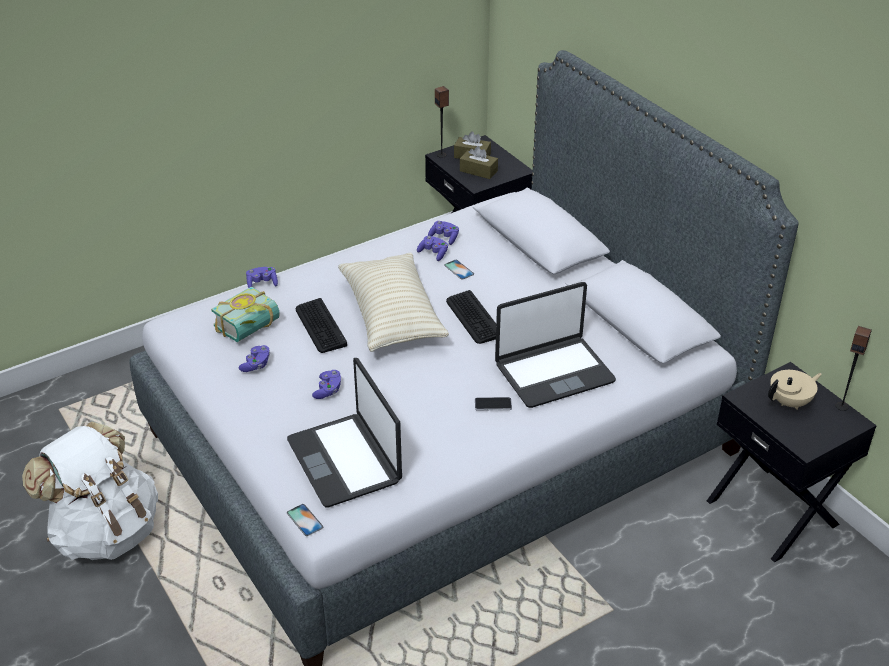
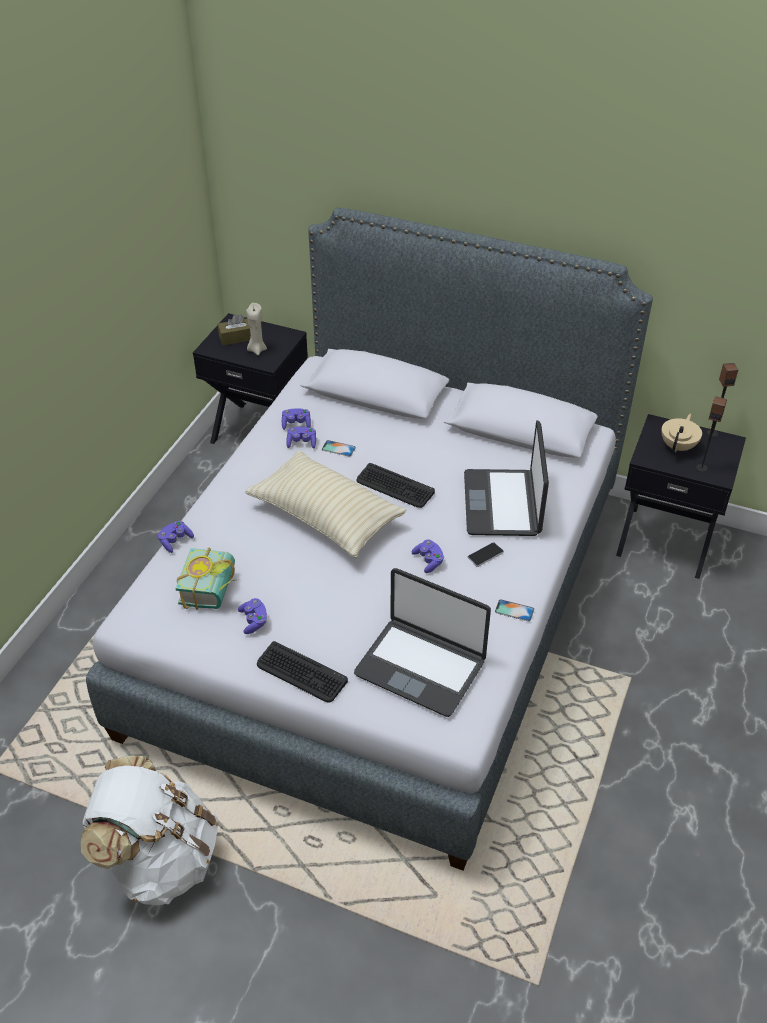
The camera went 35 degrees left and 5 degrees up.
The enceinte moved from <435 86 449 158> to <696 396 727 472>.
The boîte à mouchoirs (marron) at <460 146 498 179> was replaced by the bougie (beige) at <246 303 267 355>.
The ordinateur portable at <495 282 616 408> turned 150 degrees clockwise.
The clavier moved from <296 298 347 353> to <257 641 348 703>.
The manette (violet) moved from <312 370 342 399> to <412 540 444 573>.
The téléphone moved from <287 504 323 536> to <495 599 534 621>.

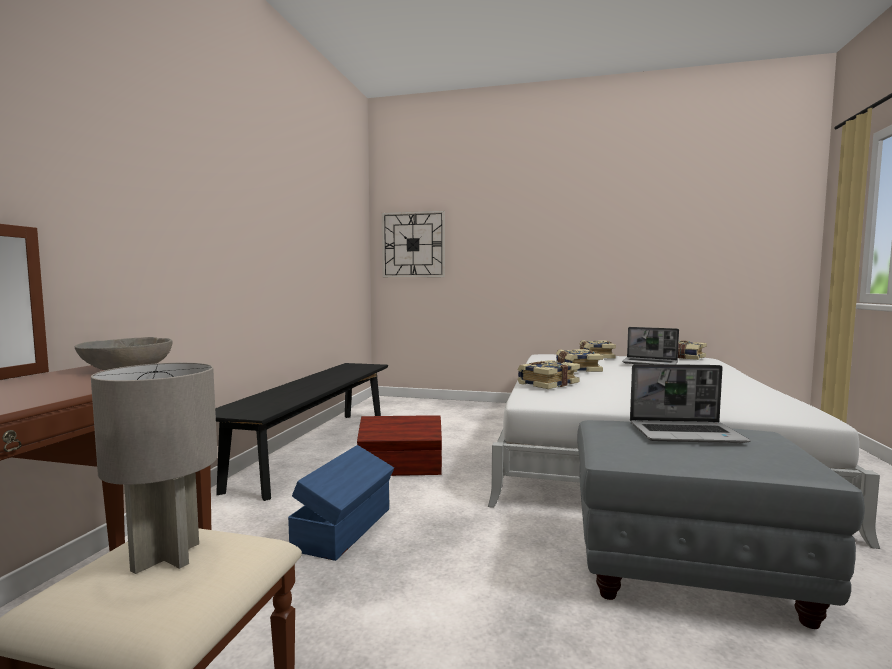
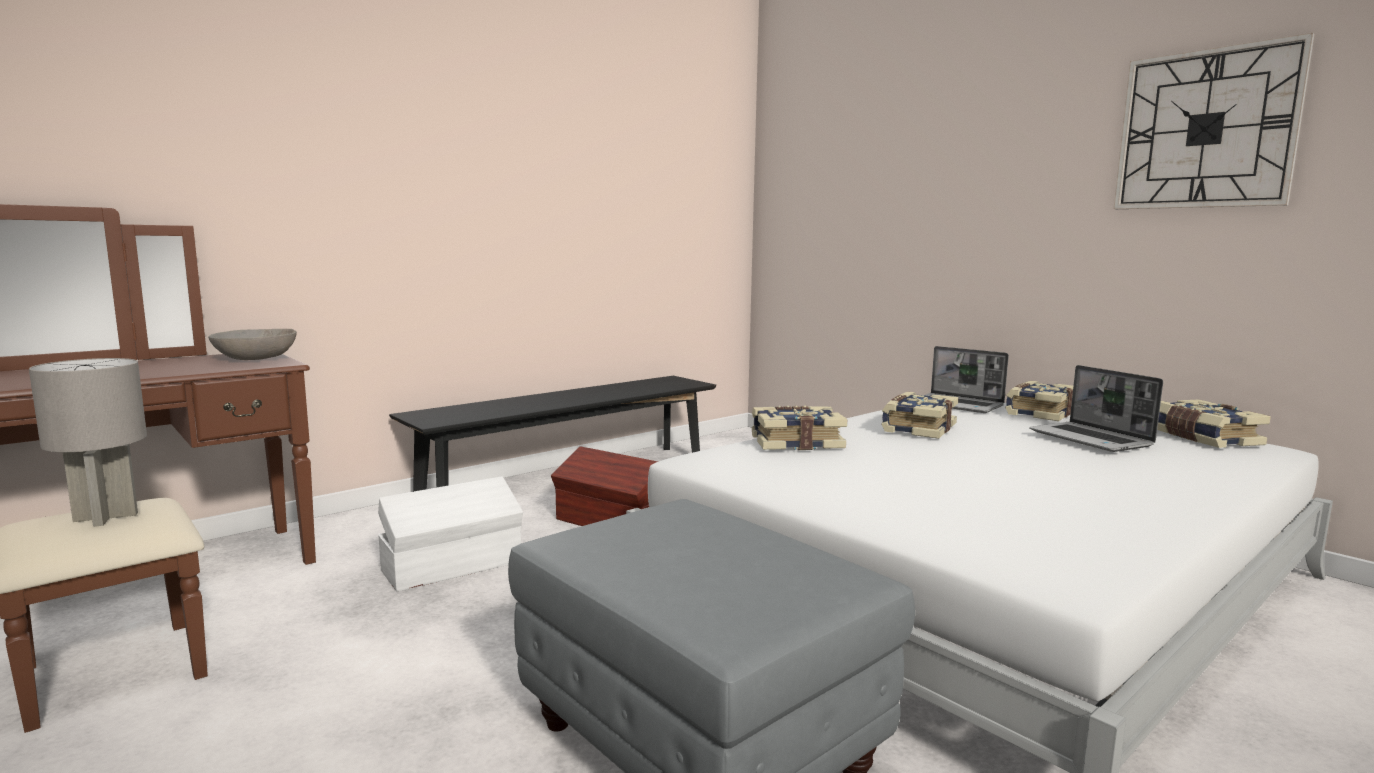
The camera went 35 degrees right and 5 degrees up.
The horloge murale moved from <382 210 445 278> to <1114 33 1315 209>.
The ordinateur portable moved from <630 364 751 443> to <925 346 1009 413>.
The boîte de rangement (bleu) at <288 445 394 561> became the boîte de rangement (blanc) at <378 477 523 592>.

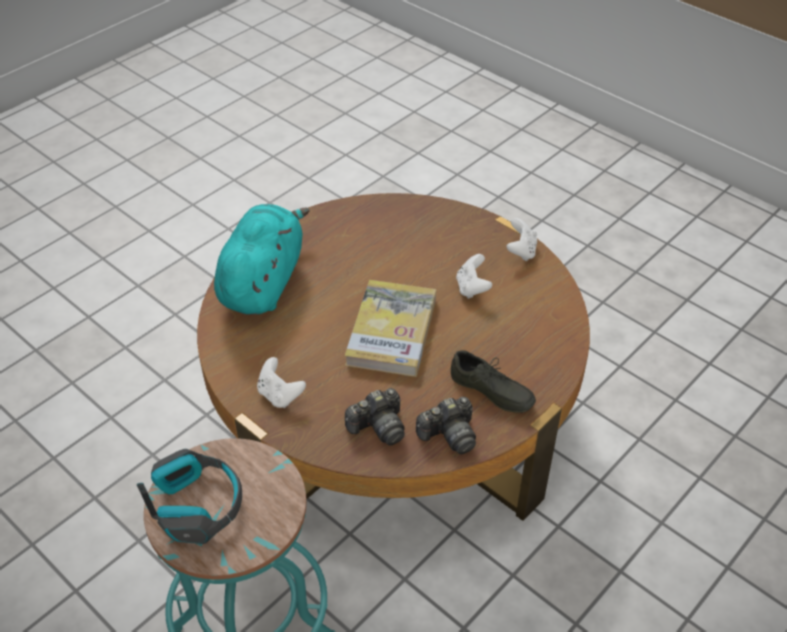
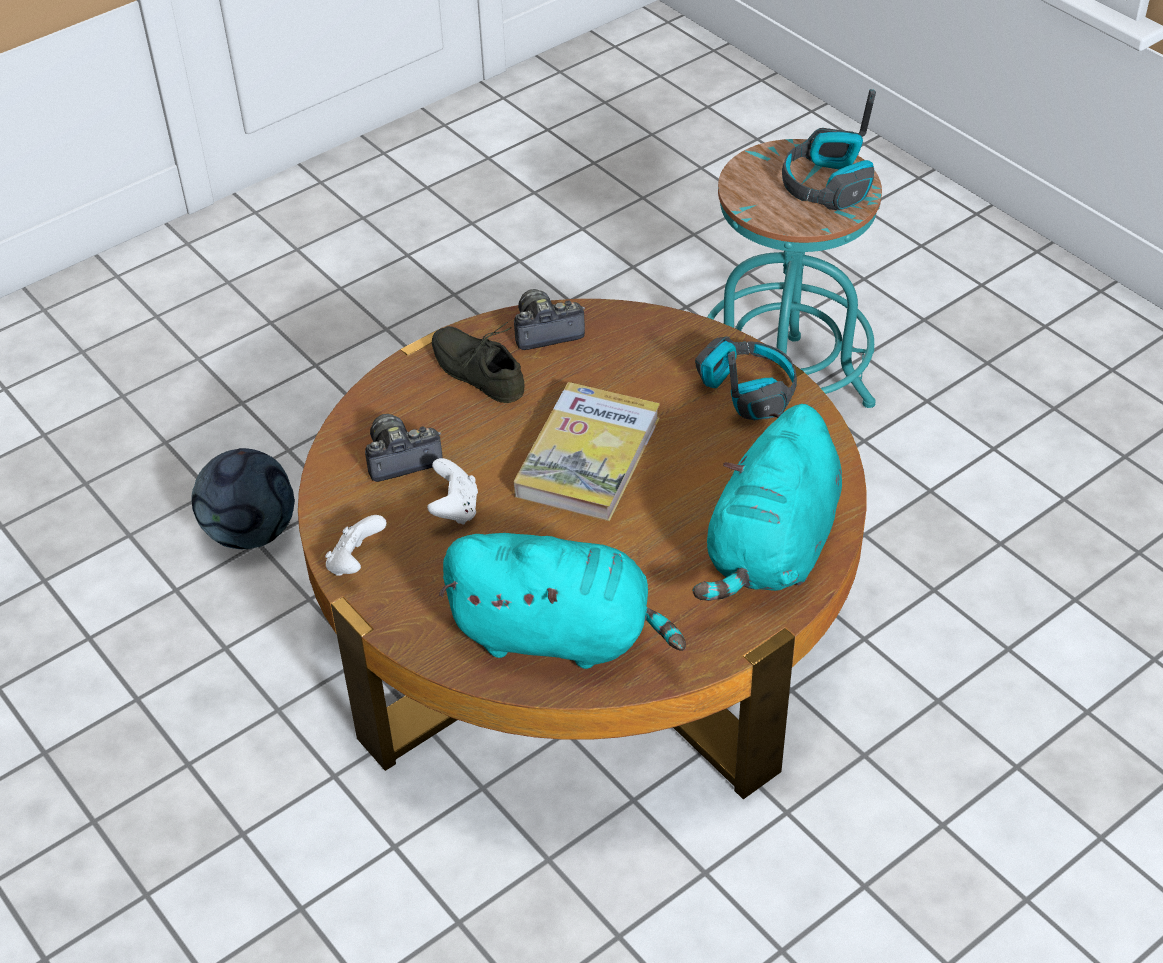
The camera went 170 degrees left and 0 degrees up.
The manette (blanc) at <257 357 306 408> was replaced by the casque audio at <695 337 797 420>.
The appareil photo moved from <345 388 405 445> to <365 414 443 482>.
The ballon de foot at <191 448 295 549> appeared.
The peluche (turquoise) at <439 533 686 669> appeared.

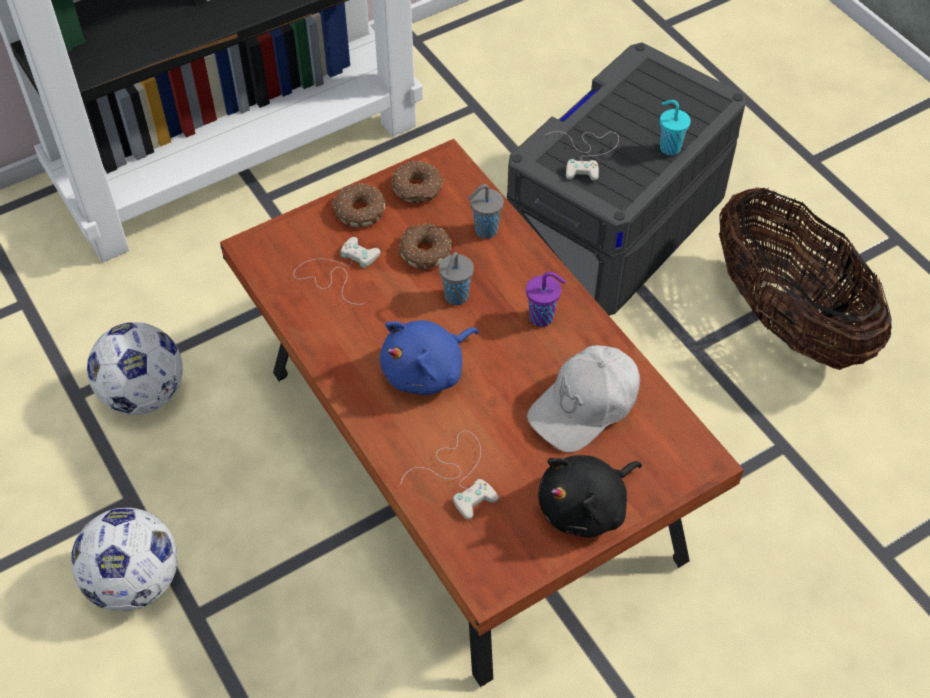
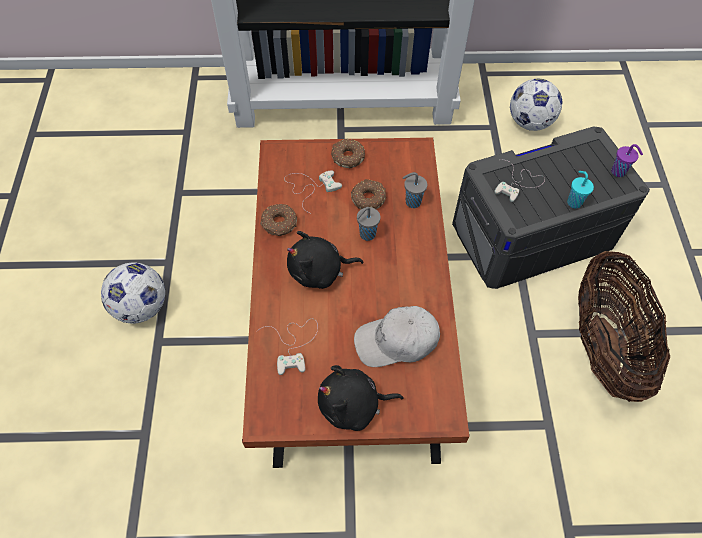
The camera went 30 degrees right and 5 degrees up.
The beignet moved from <391 160 443 203> to <260 204 297 236>.
The tasse (violet) moved from <526 272 566 327> to <611 144 643 177>.
The peluche (bleu) at <380 320 479 395> became the peluche (noir) at <287 231 364 289>.
The ballon de foot moved from <87 322 183 415> to <510 78 562 131>.

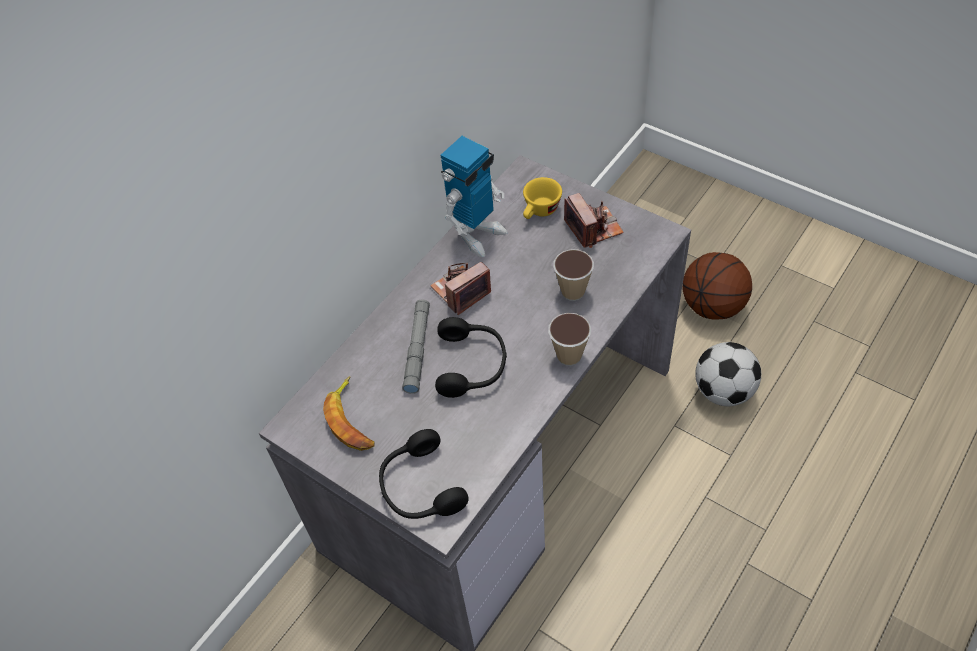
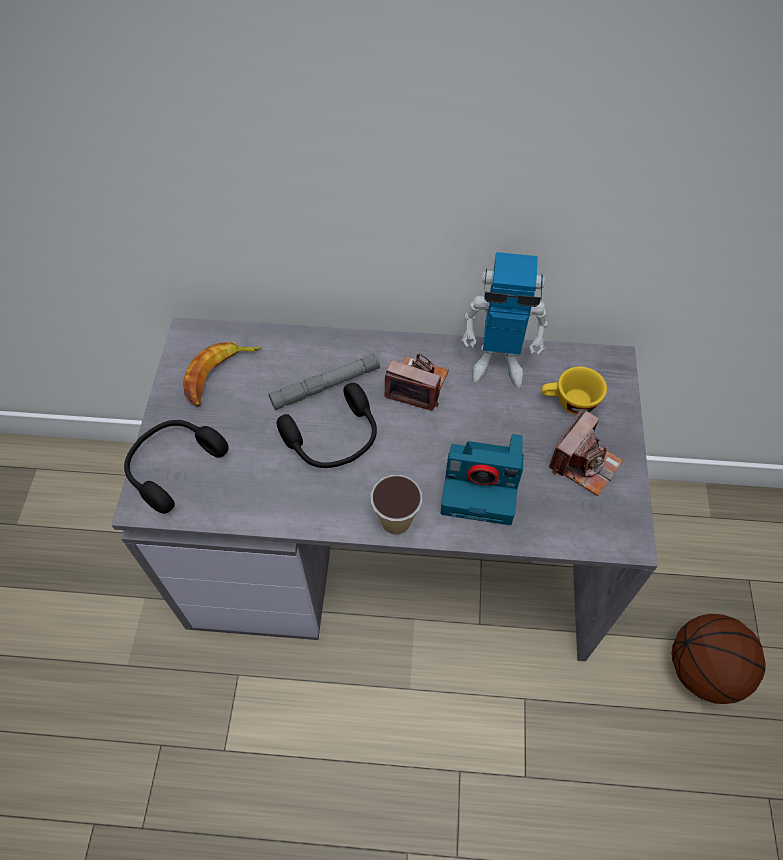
The camera went 55 degrees right and 5 degrees up.
The tasse at <553 249 594 301> was replaced by the appareil photo at <441 434 524 525>.
The ballon de foot at <695 342 761 406> disappeared.

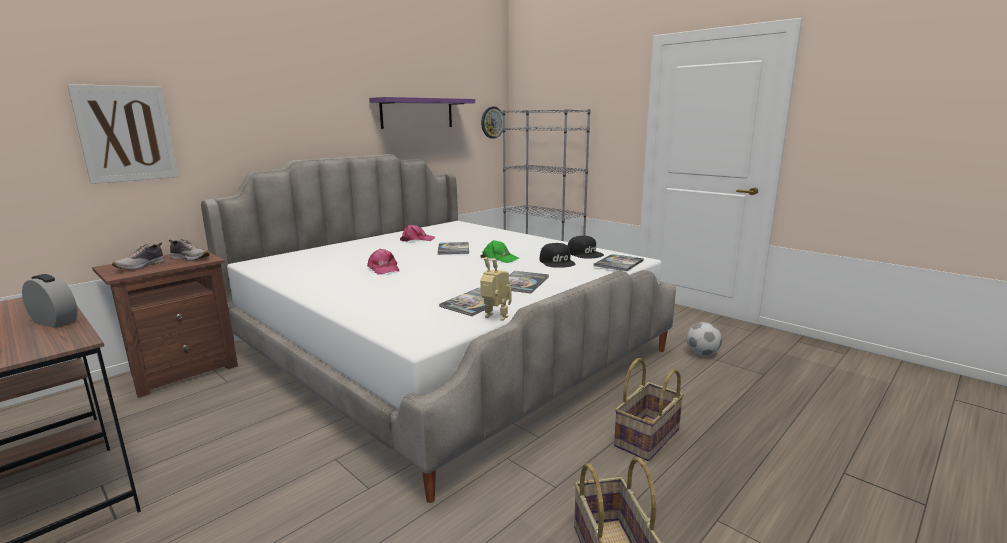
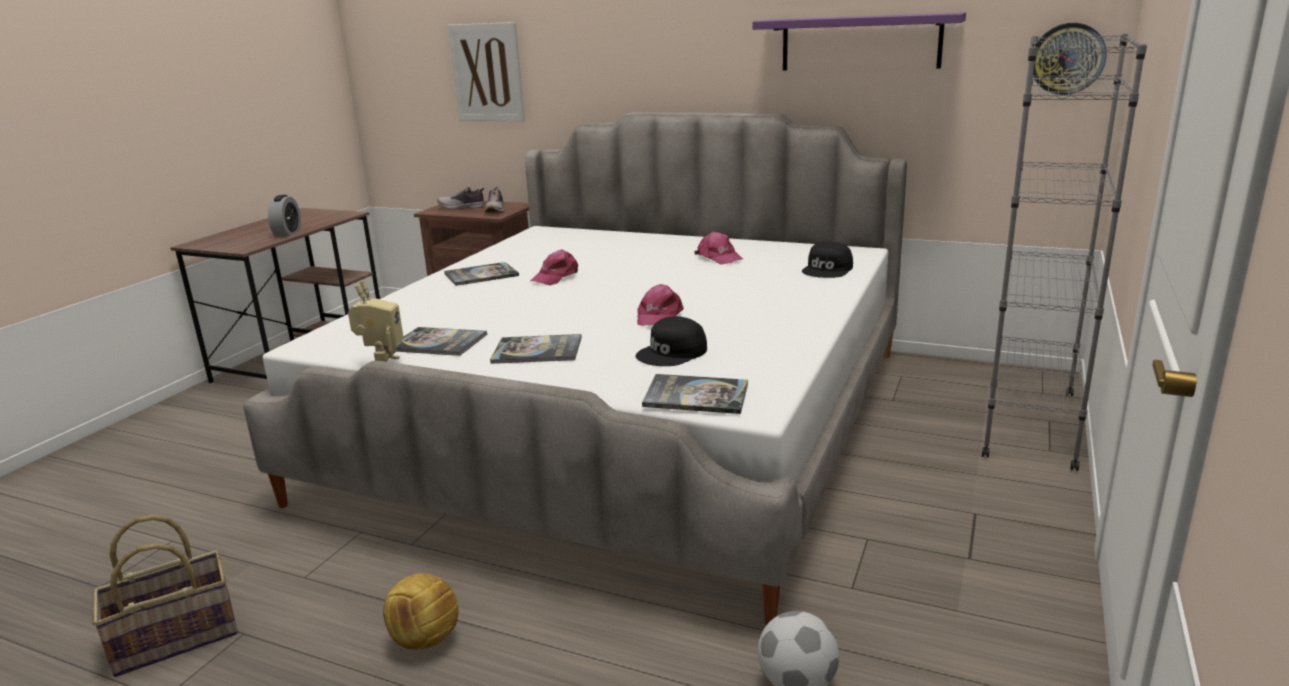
The camera went 70 degrees right and 5 degrees up.
The casquette (noir) moved from <567 236 604 258> to <802 242 853 278>.
The casquette (vert) at <480 240 519 263> became the casquette (rose) at <637 284 684 326>.
The livre moved from <438 242 469 255> to <444 262 519 286>.
The panier at <614 358 684 461> was replaced by the ballon de foot at <383 573 459 650>.

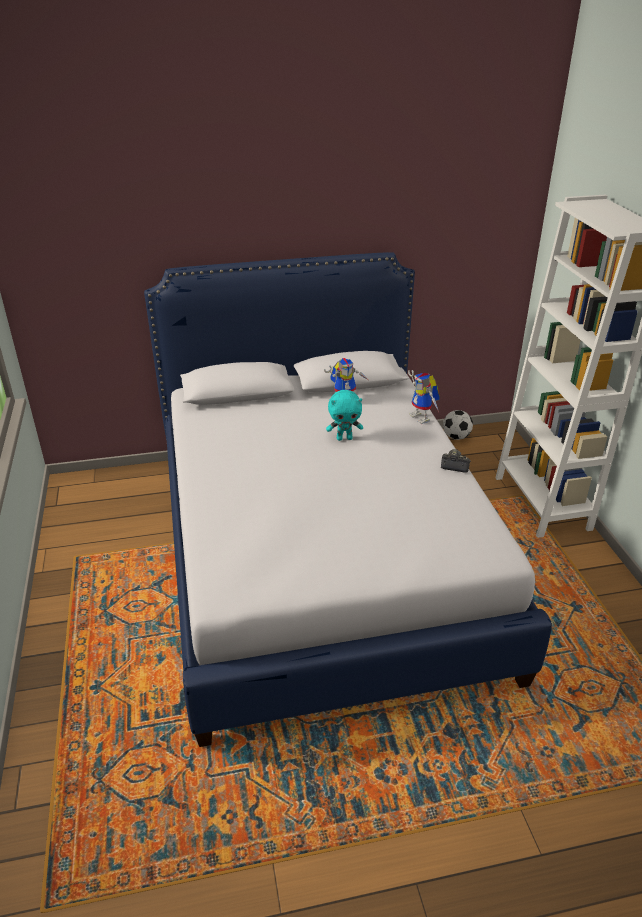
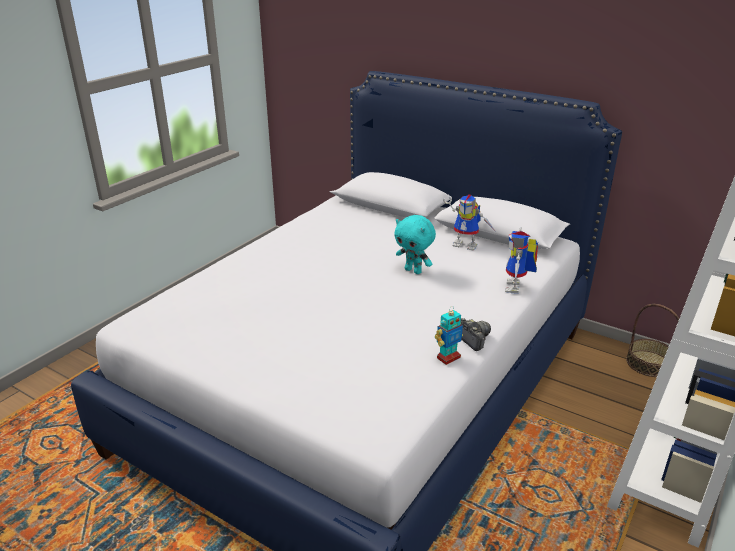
The camera went 45 degrees right and 5 degrees down.
The ballon de foot at <443 410 473 440> was replaced by the panier at <626 304 679 377>.
The robot jouet at <435 306 463 365> appeared.

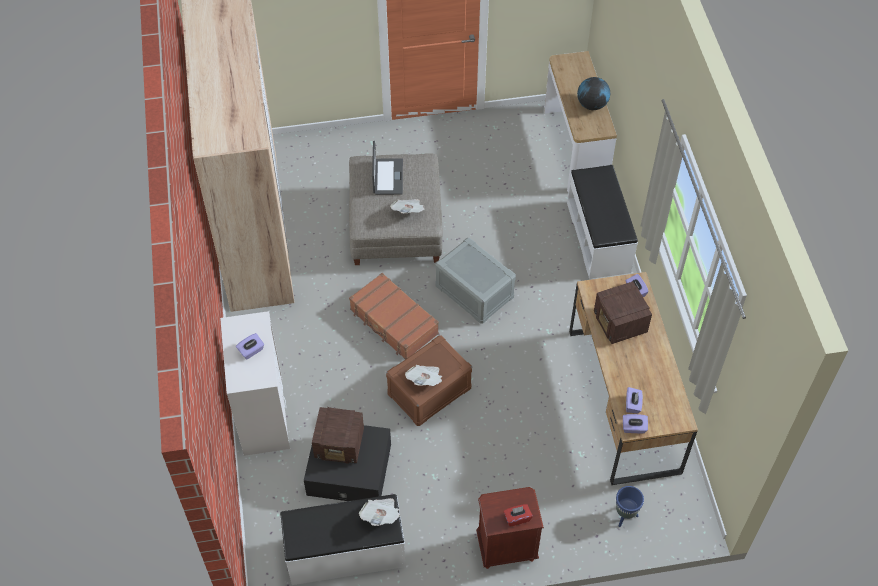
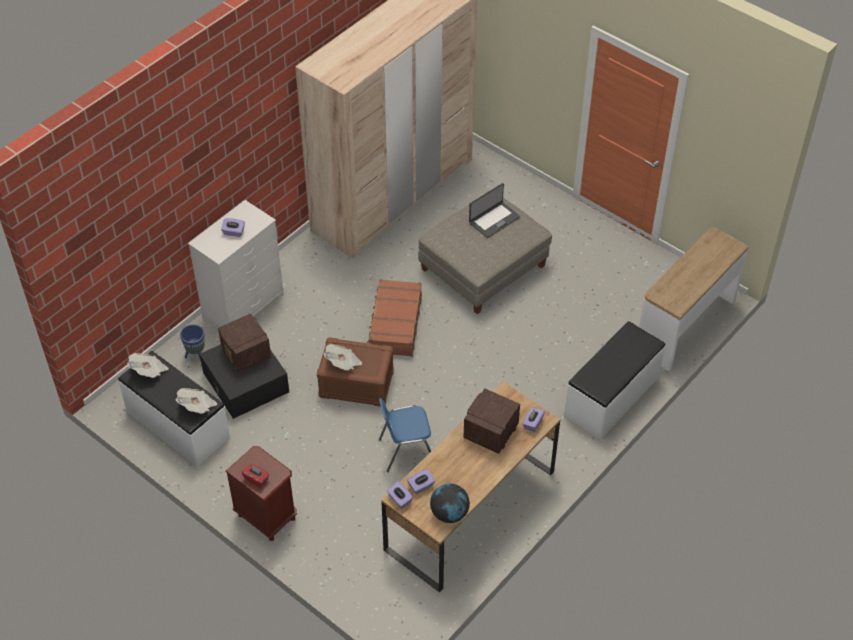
The camera went 50 degrees right and 5 degrees down.
The globe moved from <577 77 610 110> to <430 483 470 523>.
The journal moved from <390 199 425 213> to <127 353 169 378>.
The boîte de rangement (gris) at <435 238 516 324> disappeared.
The cache-pot (bleu) moved from <616 486 644 527> to <180 324 205 361>.
The chaise (bleu) at <379 398 431 472> appeared.

